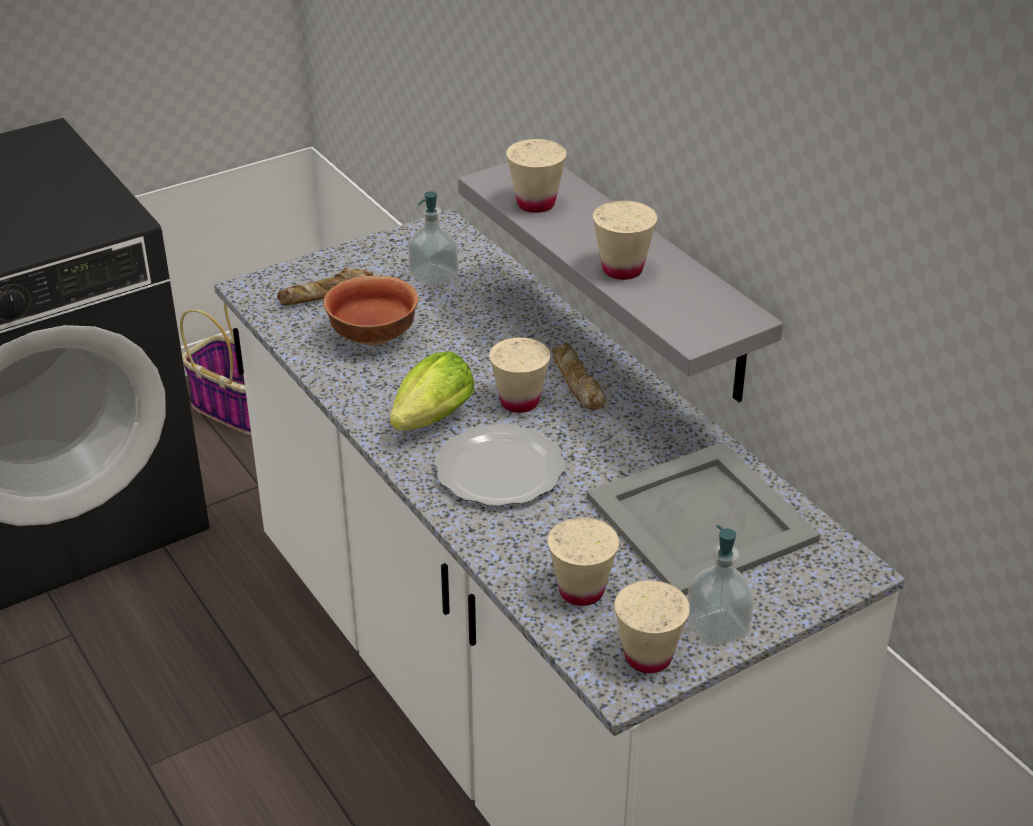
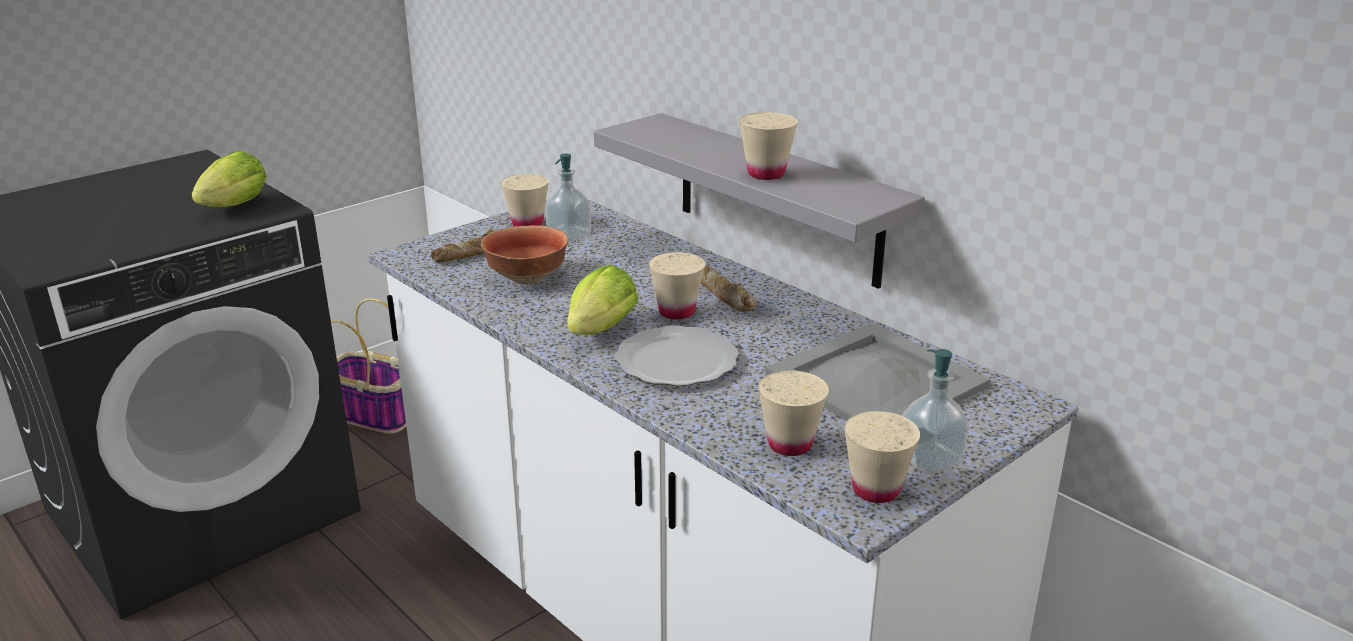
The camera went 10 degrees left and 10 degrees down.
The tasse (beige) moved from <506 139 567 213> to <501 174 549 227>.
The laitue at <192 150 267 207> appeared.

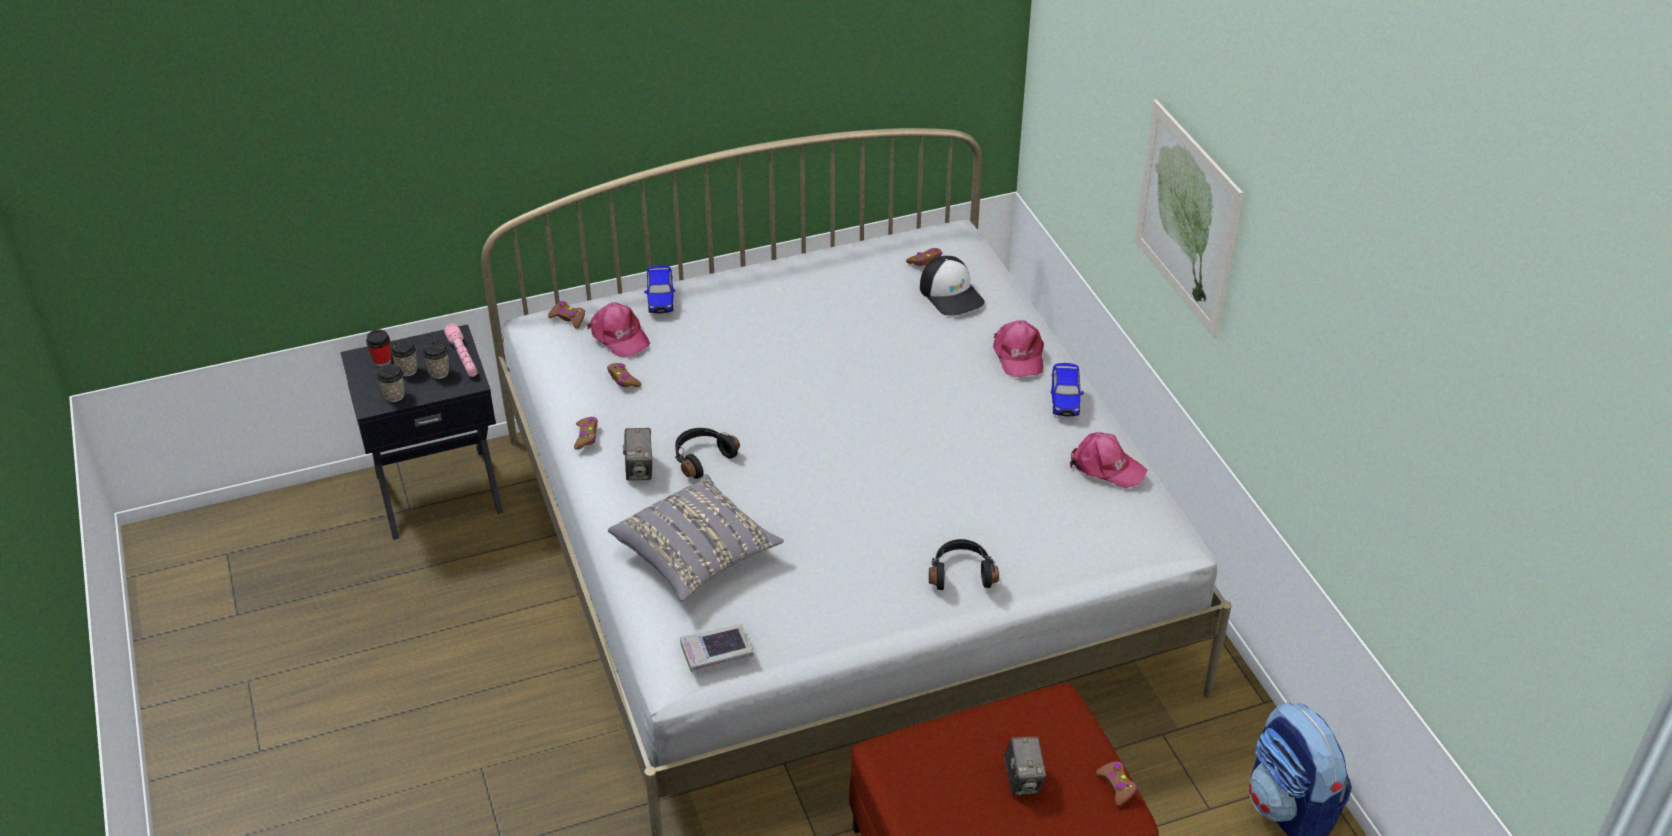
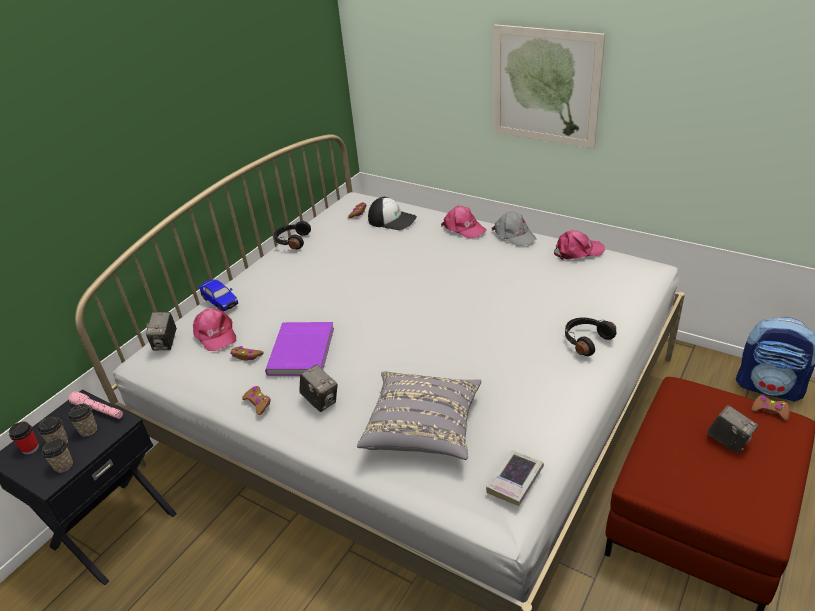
The camera went 35 degrees left and 5 degrees down.
The manette (marron) at <548 301 585 329> was replaced by the appareil photo at <146 312 177 350>.
The casquette (rose) at <587 302 650 357> turned 45 degrees clockwise.
The petite voiture at <1051 363 1084 416> was replaced by the casquette (gris) at <492 211 537 246>.
The casque audio (noir) moved from <675 428 740 479> to <274 221 311 249>.
The livre (violet) at <265 322 334 376> appeared.

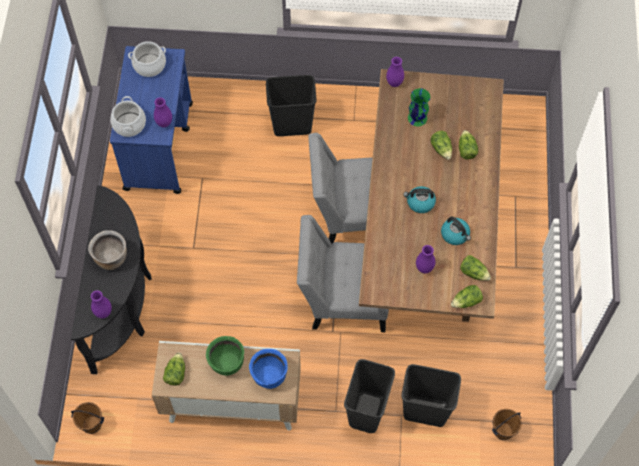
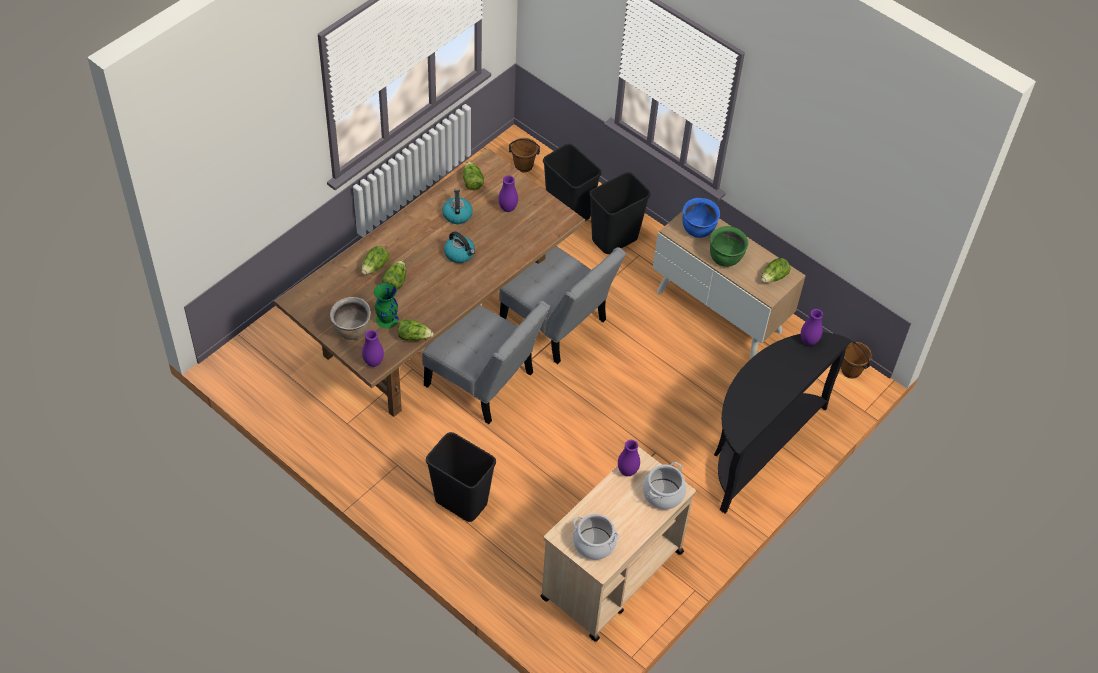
The camera went 145 degrees left and 10 degrees down.
The chariot (bleu) at <110 46 193 194> became the chariot (beige) at <540 447 696 642>.
The marmite (marron) moved from <88 230 127 270> to <330 297 371 340>.
The laitue moved from <451 285 483 308> to <398 319 434 341>.

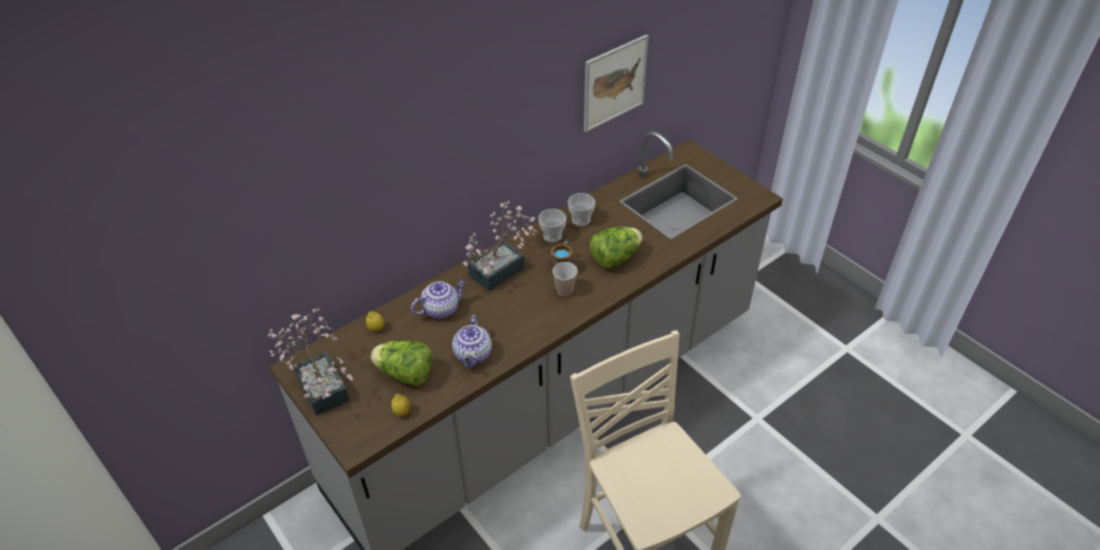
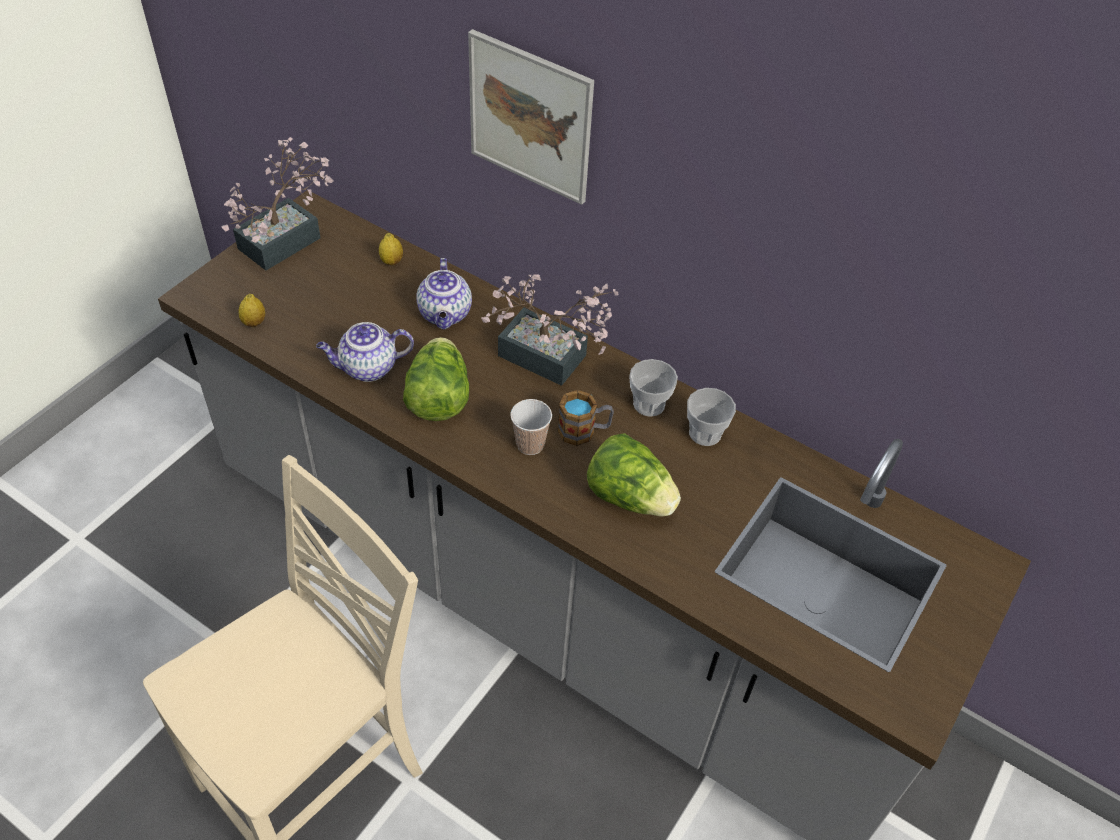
The camera went 70 degrees right and 5 degrees up.
The tableau moved from <584 34 649 132> to <468 29 594 205>.
The théière at <411 279 466 319> turned 45 degrees clockwise.
The laitue moved from <371 340 432 386> to <403 337 469 421>.

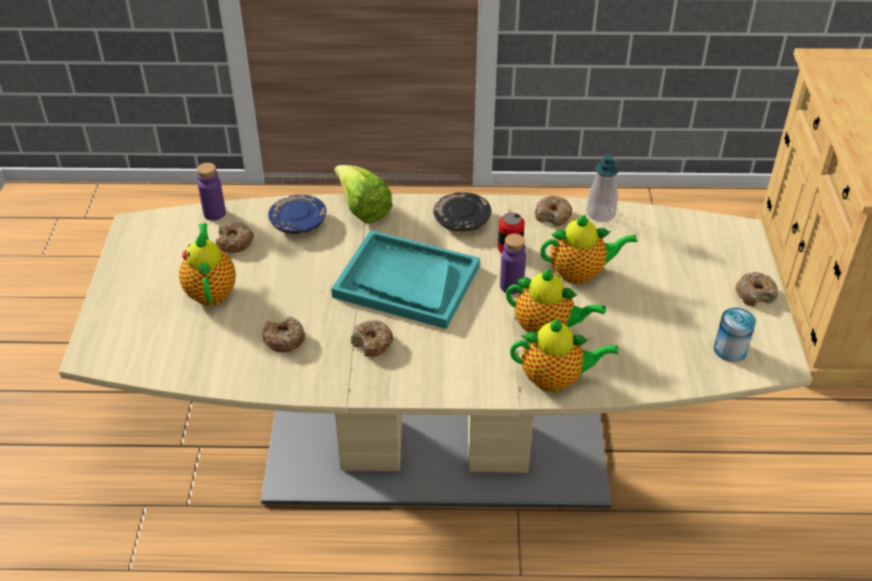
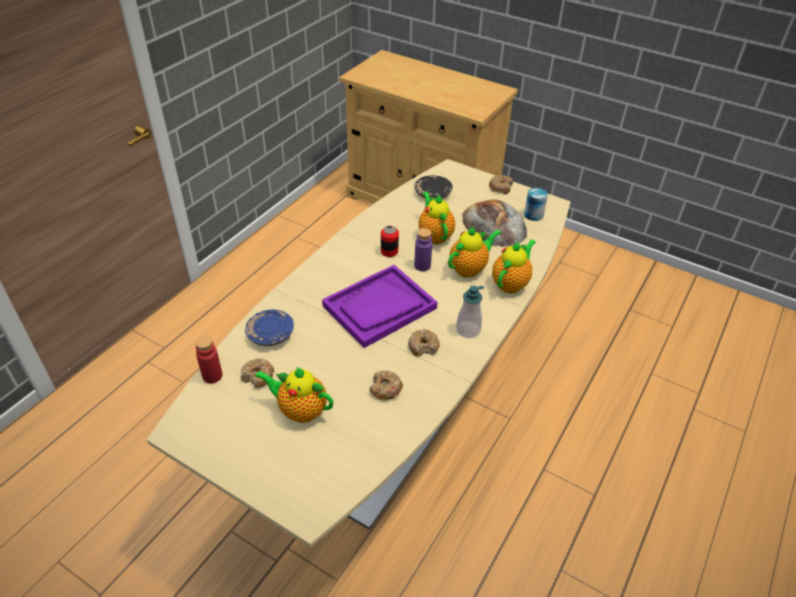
The camera went 60 degrees left and 0 degrees up.
The distributeur de savon moved from <586 154 619 222> to <456 286 484 338>.
The bouteille (violet) at <197 163 226 221> became the bouteille (rouge) at <195 336 222 383>.
The laitue at <334 165 393 224> disappeared.
The assiette (noir) moved from <433 192 491 232> to <414 175 453 199>.
The beignet at <535 196 572 227> disappeared.
The théière at <540 214 638 284> turned 45 degrees counterclockwise.
The plateau (turquoise) at <331 230 480 329> became the plateau (violet) at <322 265 438 348>.
The pain at <462 199 527 247> appeared.

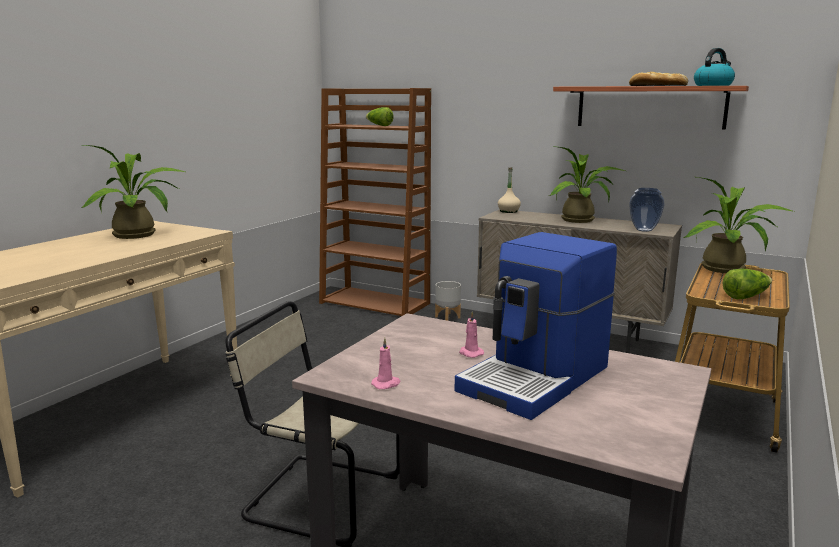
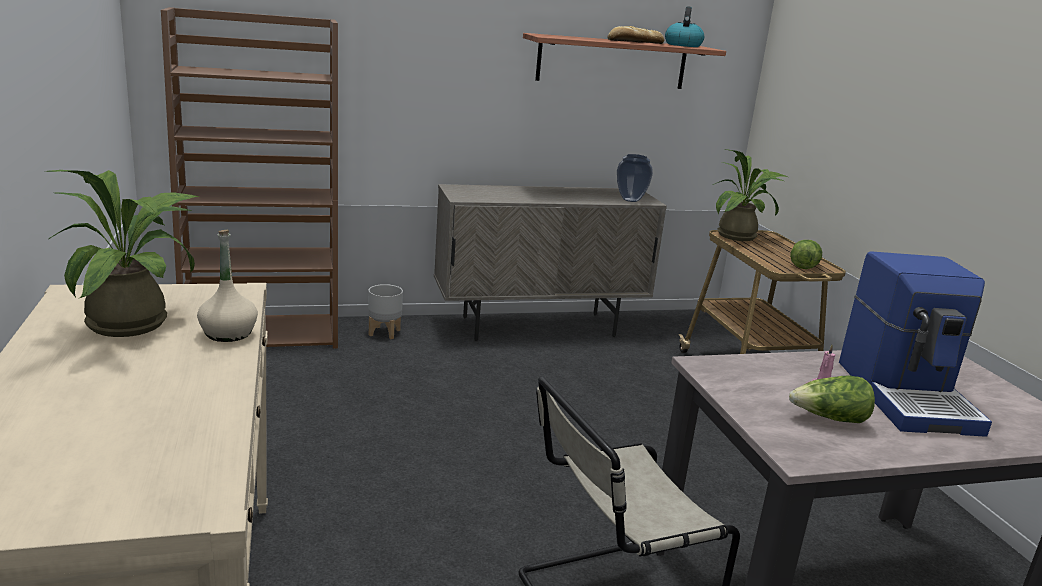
The camera went 45 degrees left and 5 degrees up.
The laitue moved from <366 107 394 126> to <789 376 875 423>.
The plante en pot at <549 146 625 223> disappeared.
The bouteille (beige) moved from <498 168 521 213> to <197 230 258 342>.
The bougie (rose) at <371 338 401 389> disappeared.

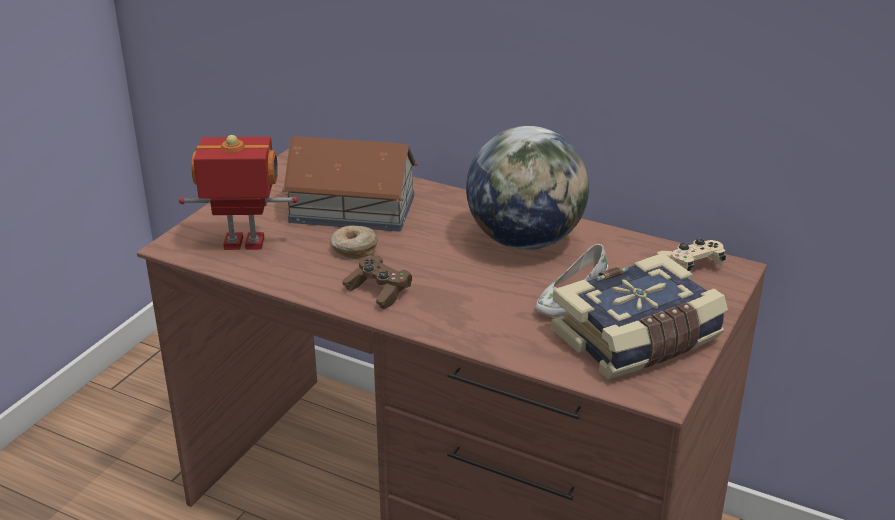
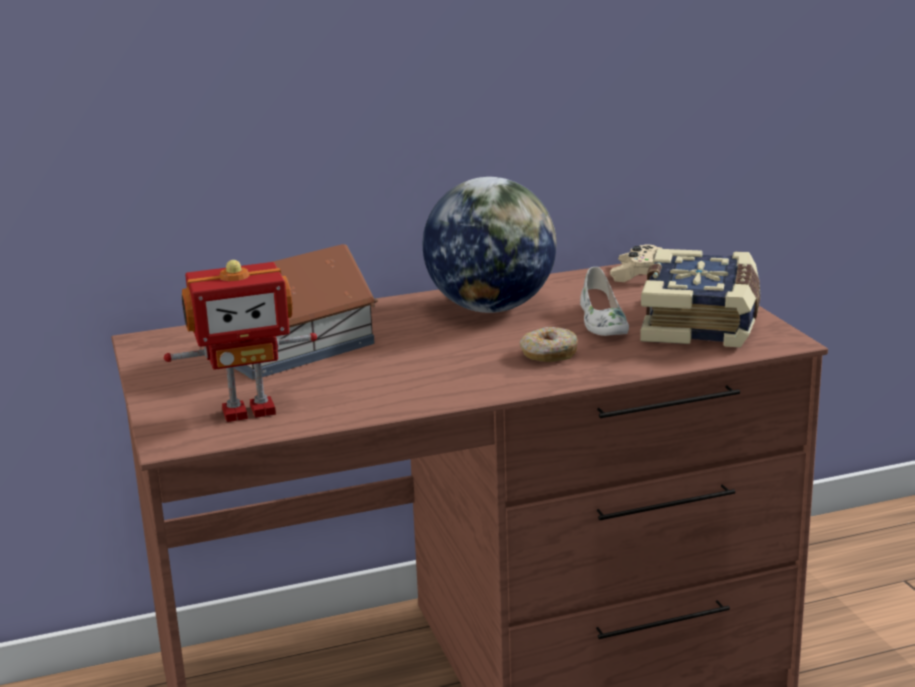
The camera went 45 degrees left and 10 degrees down.
The robot jouet at <179 135 298 250> turned 150 degrees counterclockwise.
The beignet moved from <330 225 378 259> to <519 327 578 362>.
The manette (marron) at <342 256 412 309> disappeared.

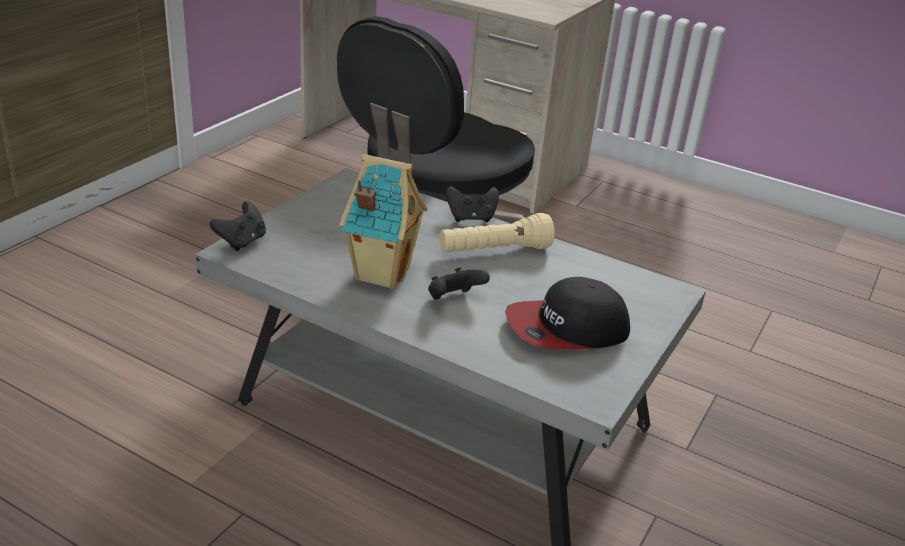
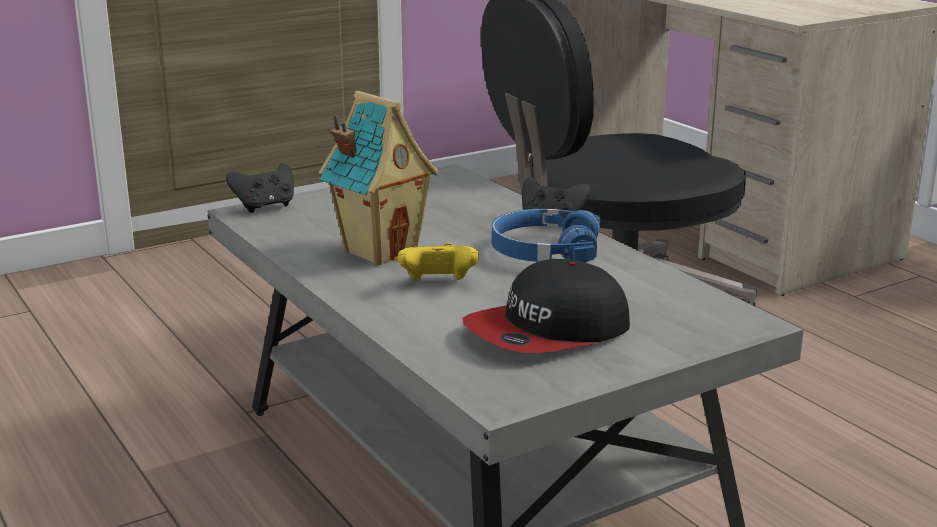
The camera went 30 degrees right and 10 degrees down.
The lampe de poche (beige) at <439 213 555 253> was replaced by the casque audio (bleu) at <492 209 601 263>.
The manette (noir) at <428 267 490 299> became the manette (jaune) at <398 243 479 281>.
The casquette at <505 277 630 350> turned 45 degrees counterclockwise.

